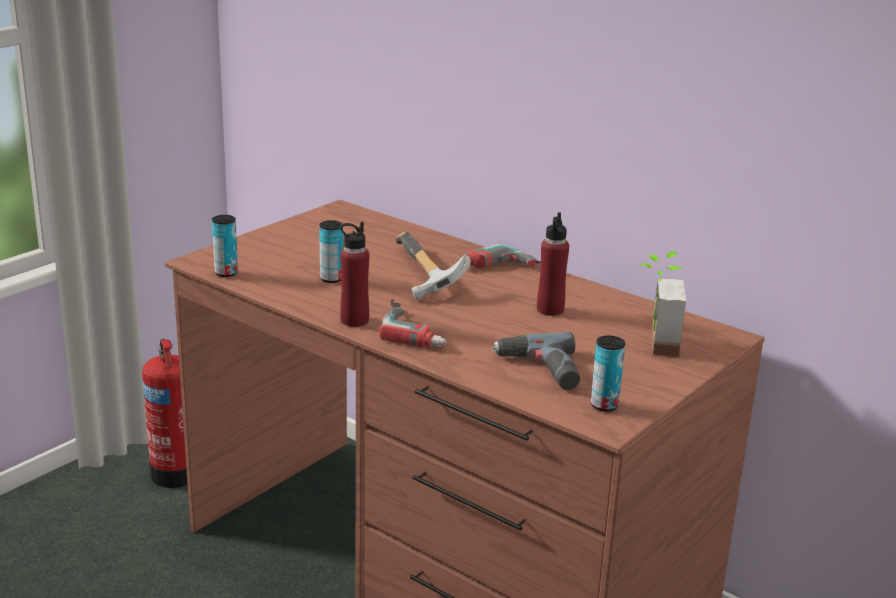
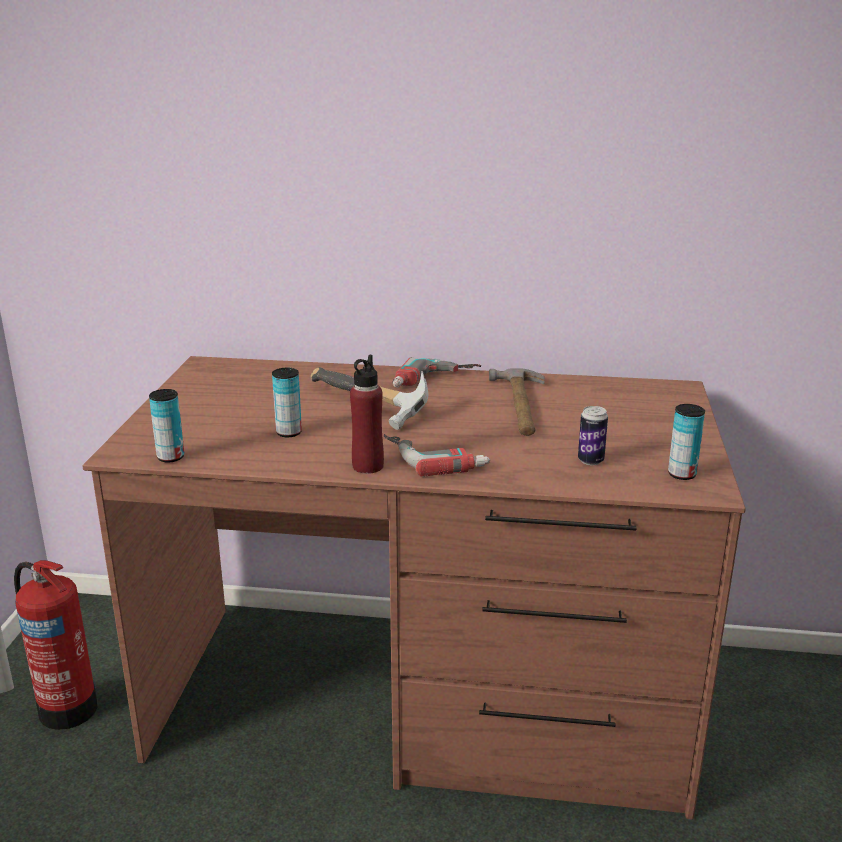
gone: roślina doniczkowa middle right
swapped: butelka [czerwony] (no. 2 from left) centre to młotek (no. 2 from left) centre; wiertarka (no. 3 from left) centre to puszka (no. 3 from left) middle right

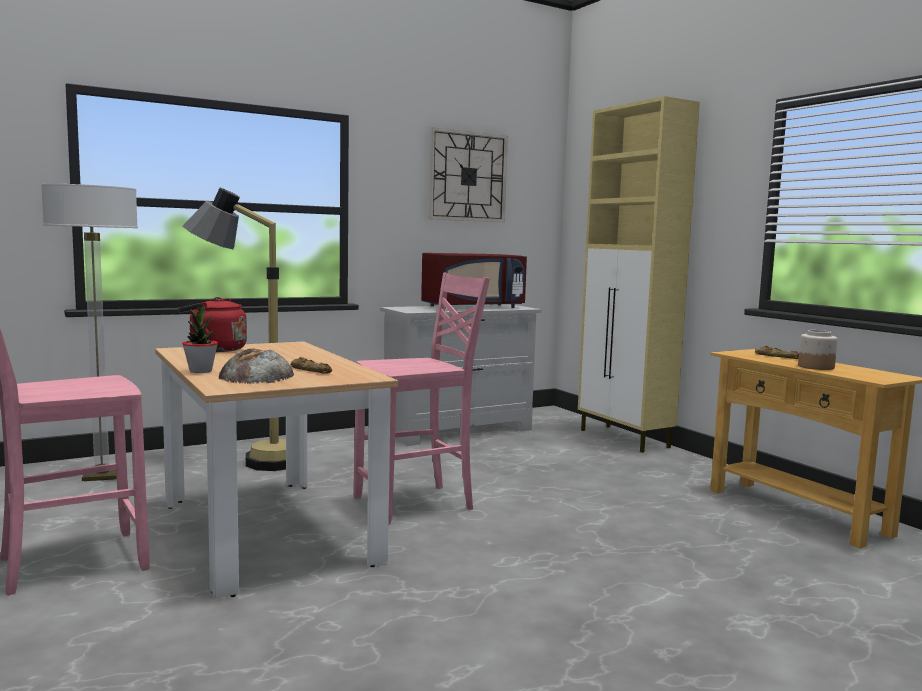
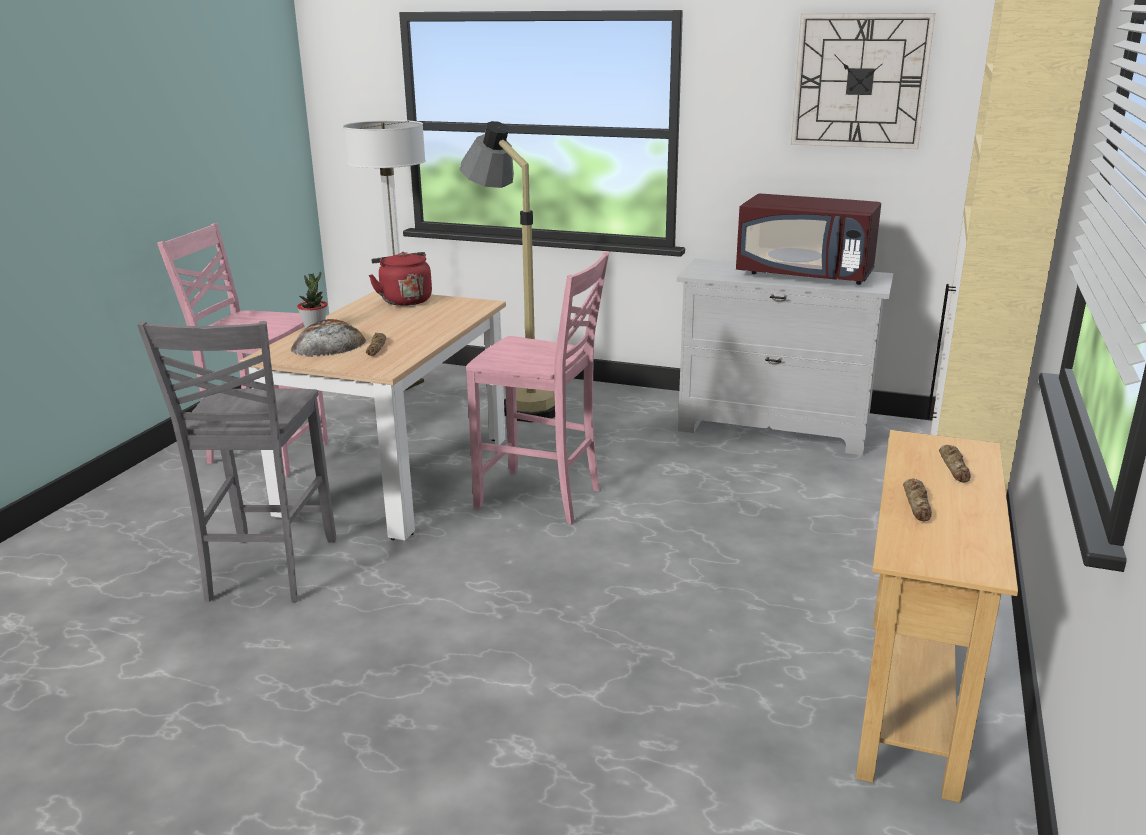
new: krzesło [szary] middle left
swapped: słoik middle right to chleb (no. 3 from left) middle right

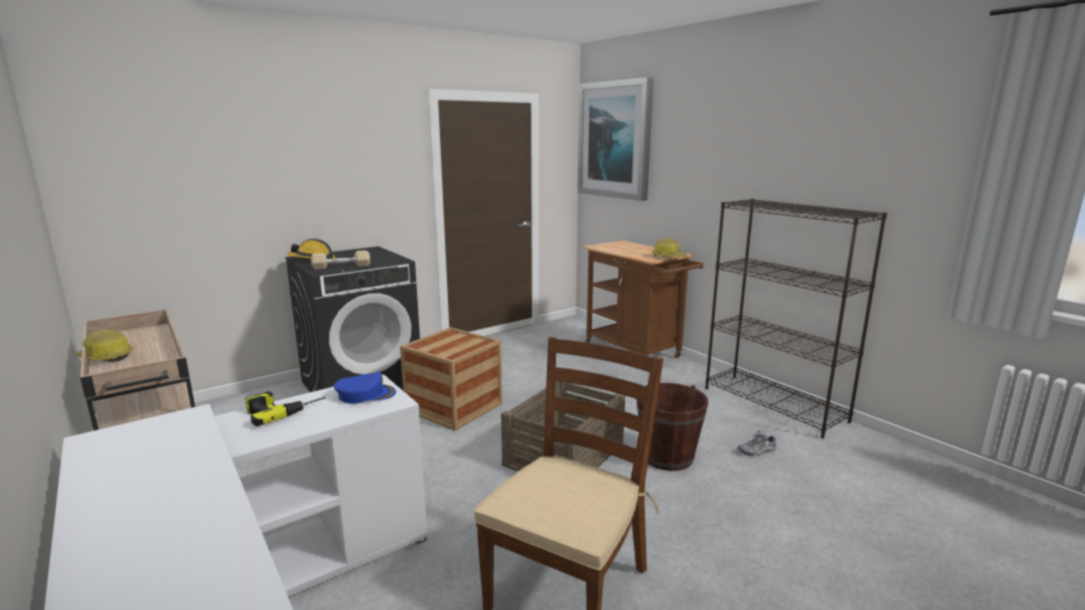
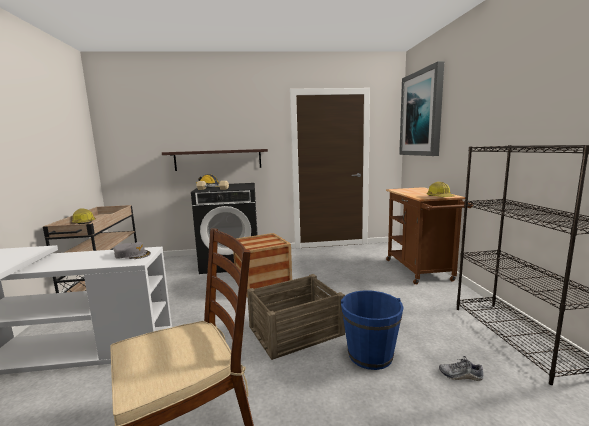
gone: wiertarka bottom left
new: półka centre
repainted: czapka z daszkiem [niebieski] centre to czapka z daszkiem [szary] middle left; wiadro [brązowy] bottom centre to wiadro [niebieski] bottom centre

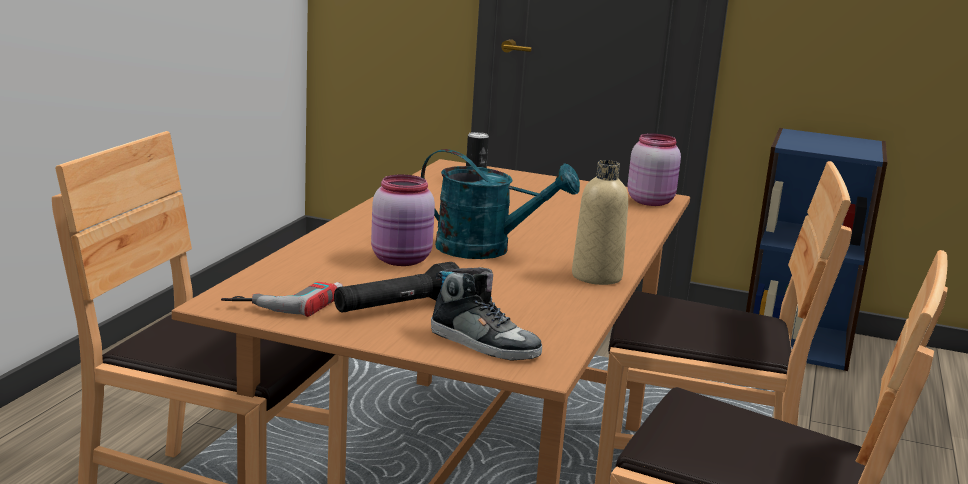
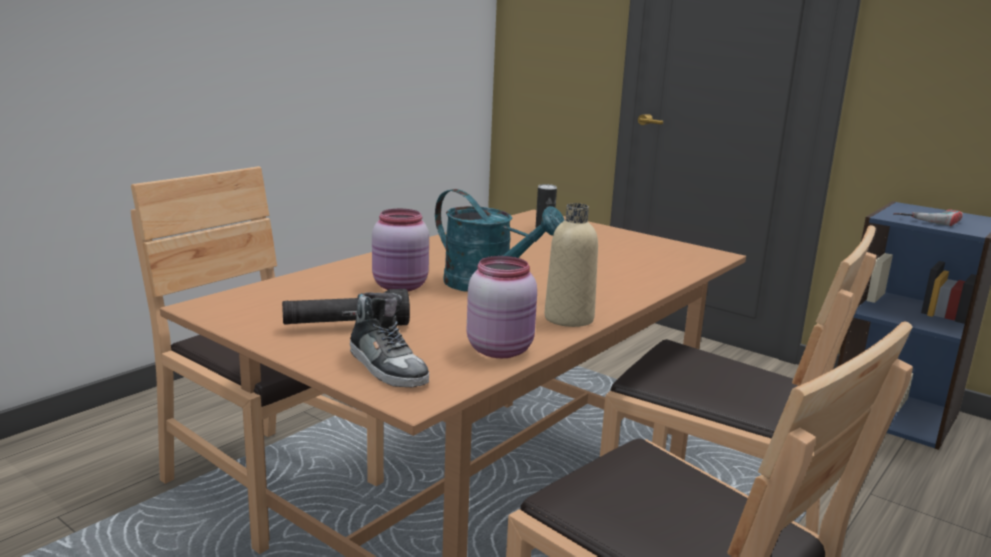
shifted: słoik [różowy] (no. 2 from left) middle right to centre; wiertarka middle left to middle right

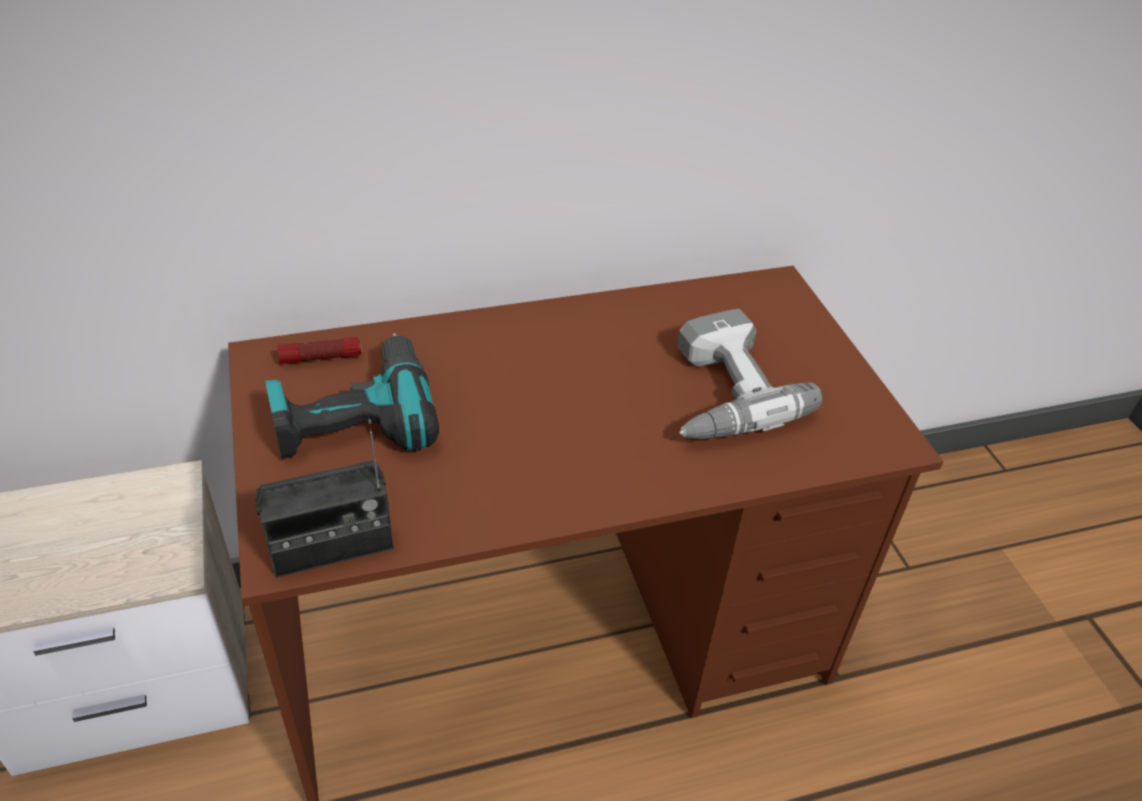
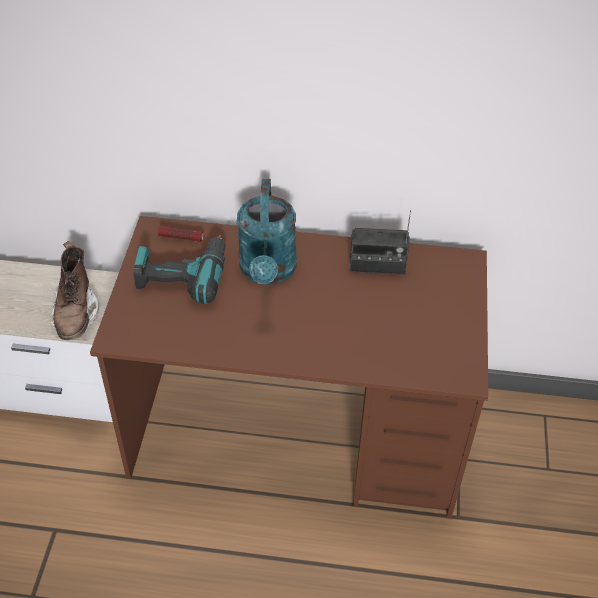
gone: wiertarka (no. 2 from left) centre
new: konewka [turkusowy] centre; but z cholewką [brązowy] middle left
shifted: radio middle left to centre

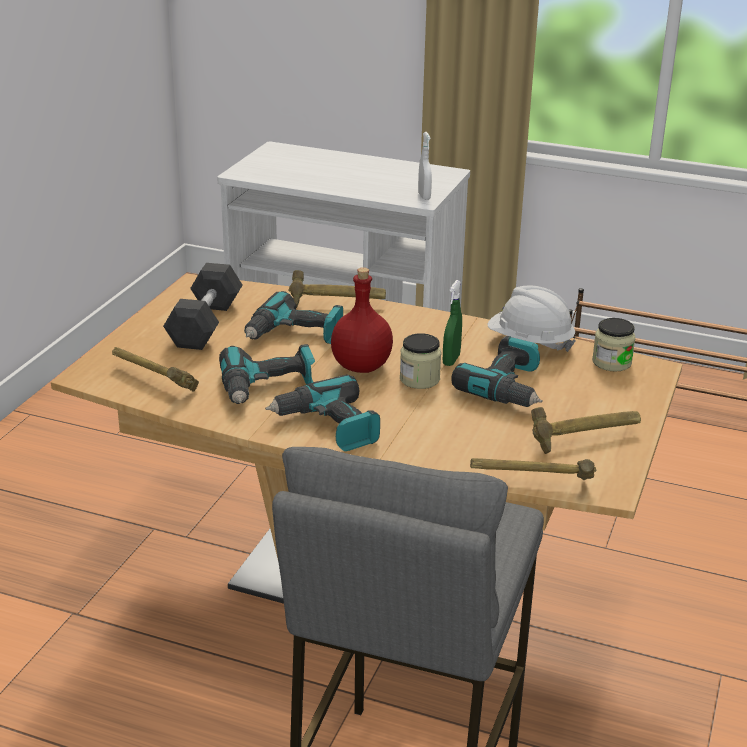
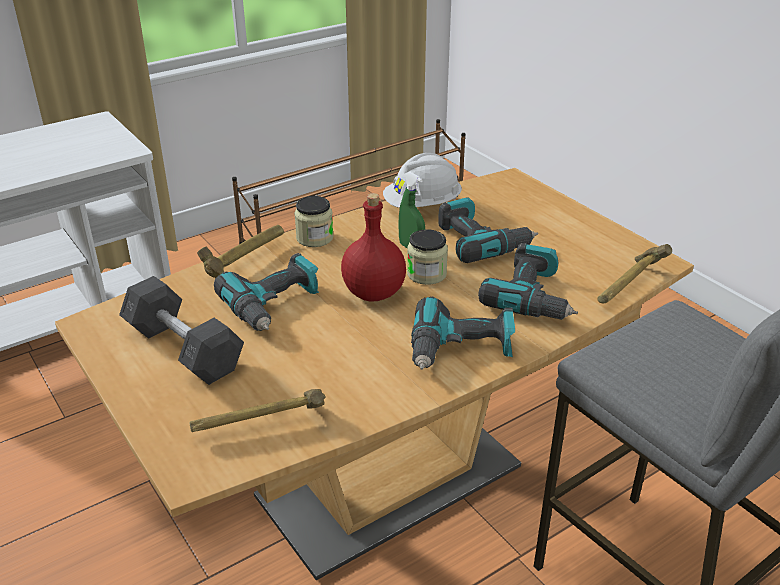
gone: spryskiwacz [biały] top centre; młotek (no. 4 from left) middle right
shifted: słoik (no. 2 from left in the first image) middle right to słoik (no. 1 from left) centre; wiertarka (no. 1 from left in the first image) centre to wiertarka (no. 4 from left) middle right

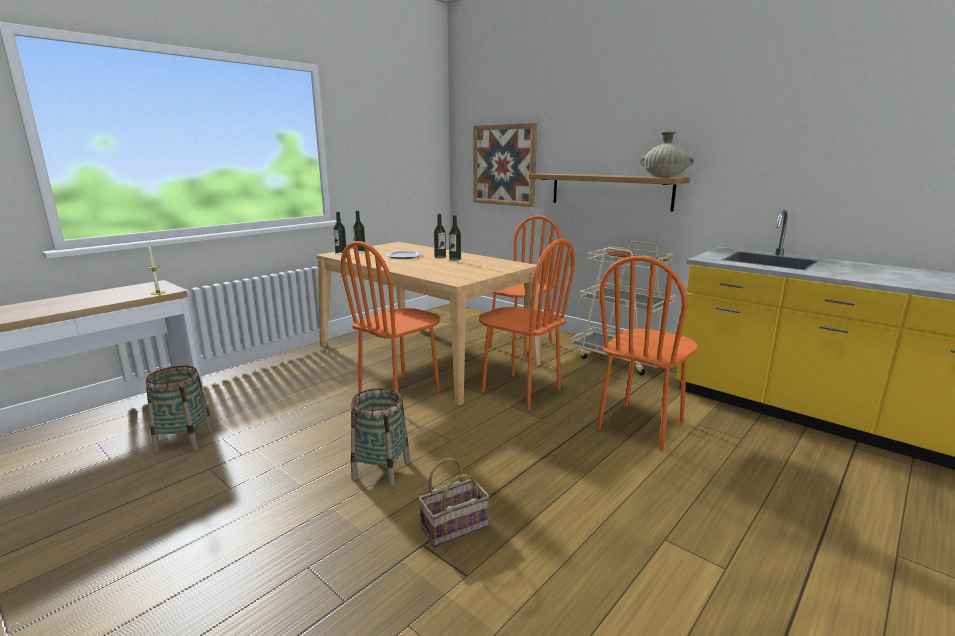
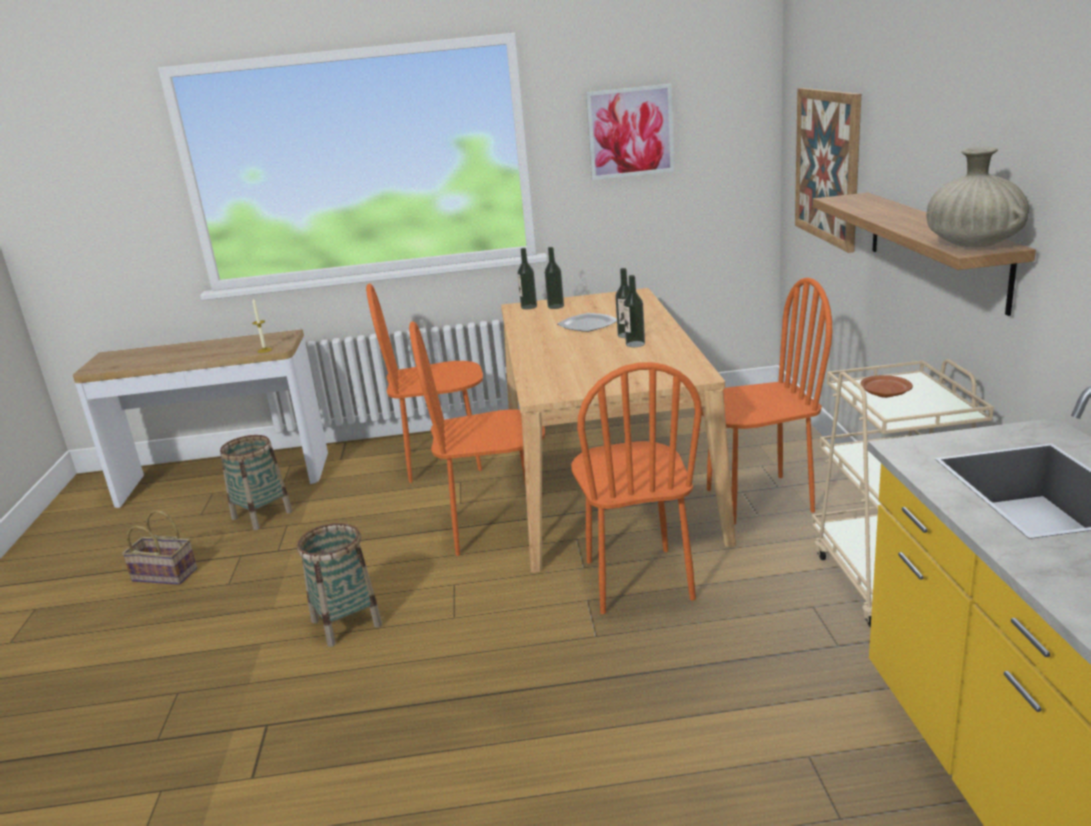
new: obraz (no. 1 from left) top centre
shifted: krzesło [pomarańczowy] (no. 4 from left in the first image) middle right to krzesło [pomarańczowy] (no. 1 from left) centre; koszyk (no. 3 from left in the first image) bottom centre to koszyk (no. 1 from left) middle left

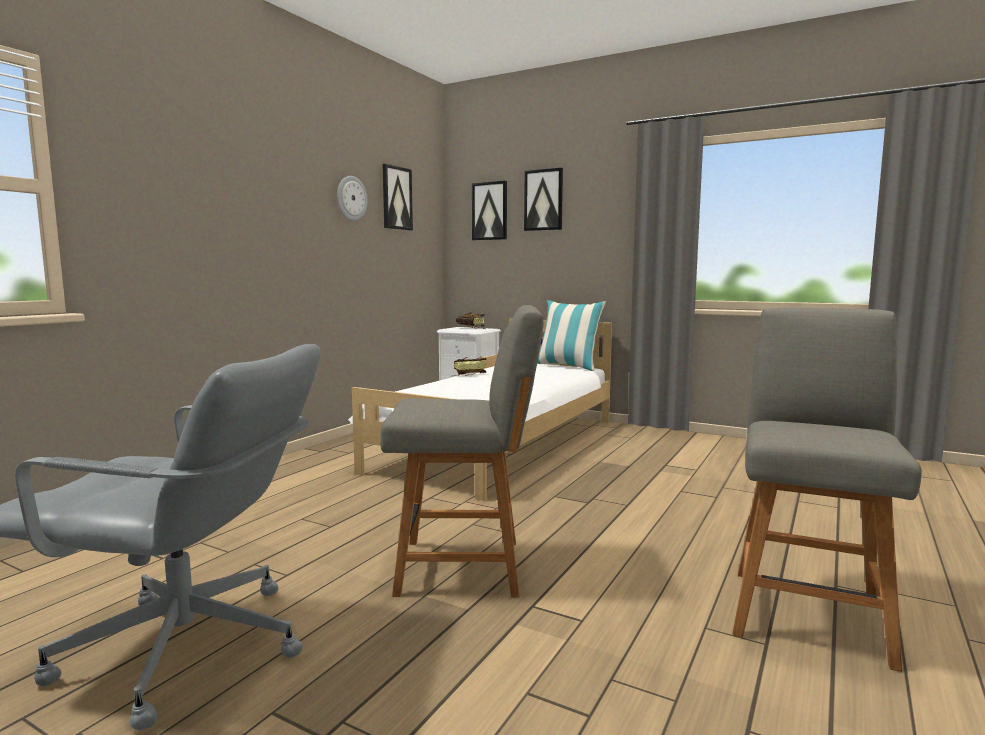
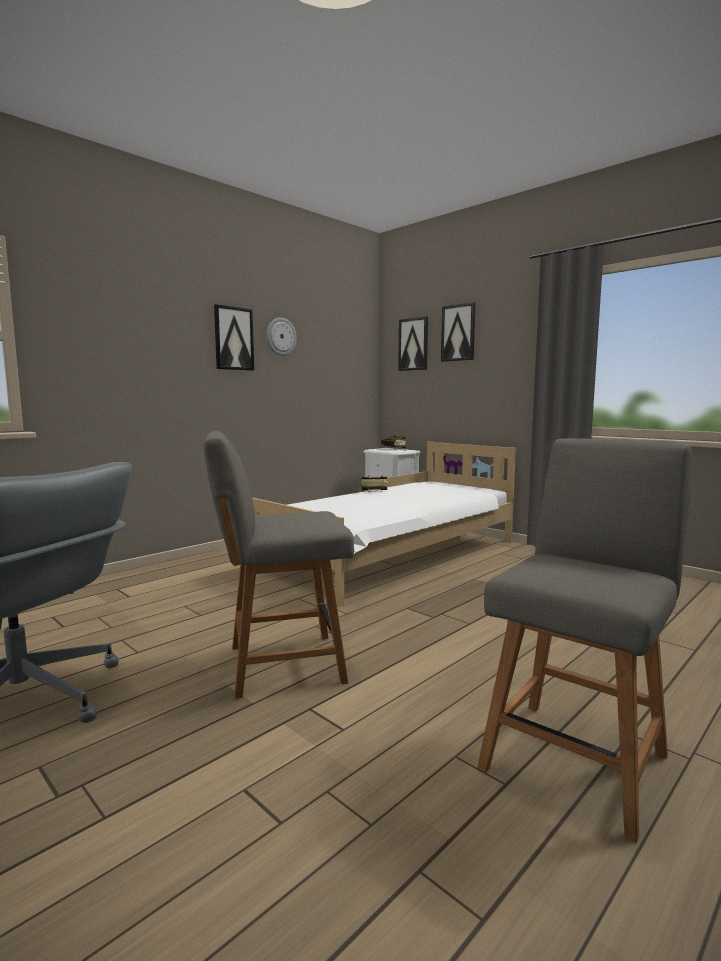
gone: poduszka centre
shifted: obraz (no. 1 from left) top centre to middle left
rotated: krzesło [szary] (no. 1 from left) centre = centre 150 degrees clockwise

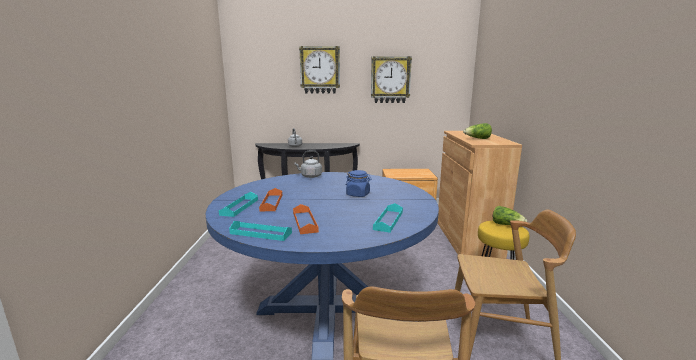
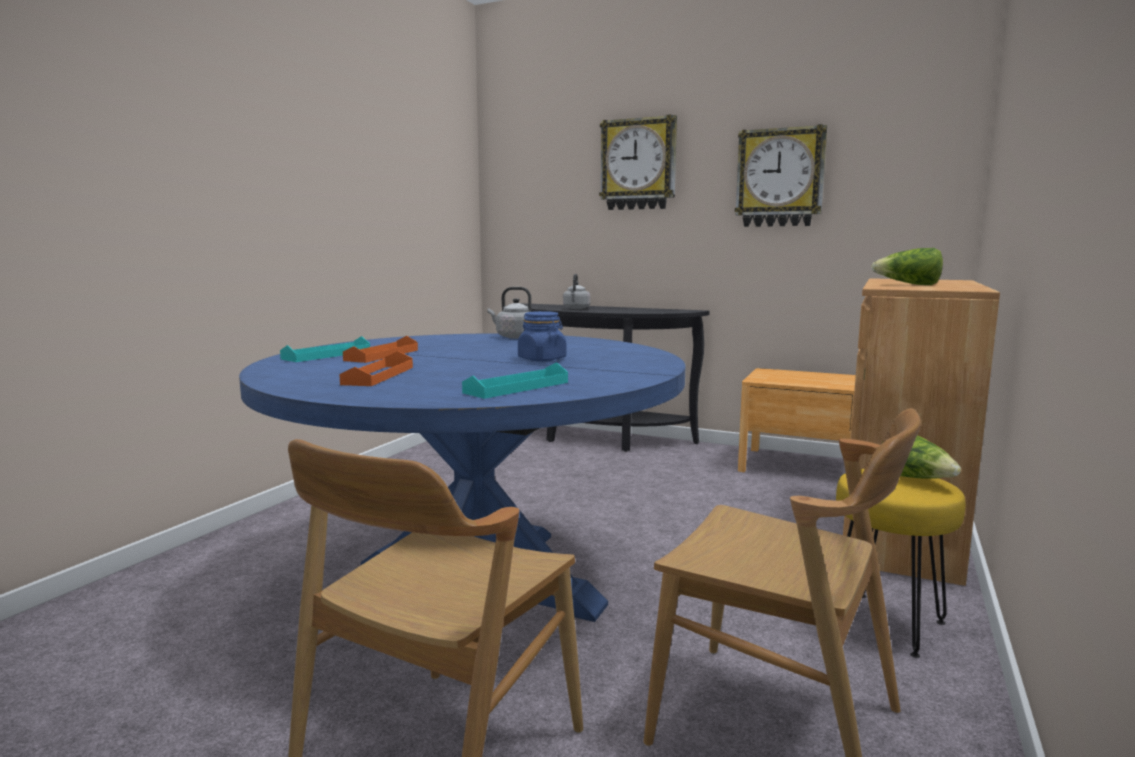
gone: taca [turkusowy] (no. 2 from left) centre

